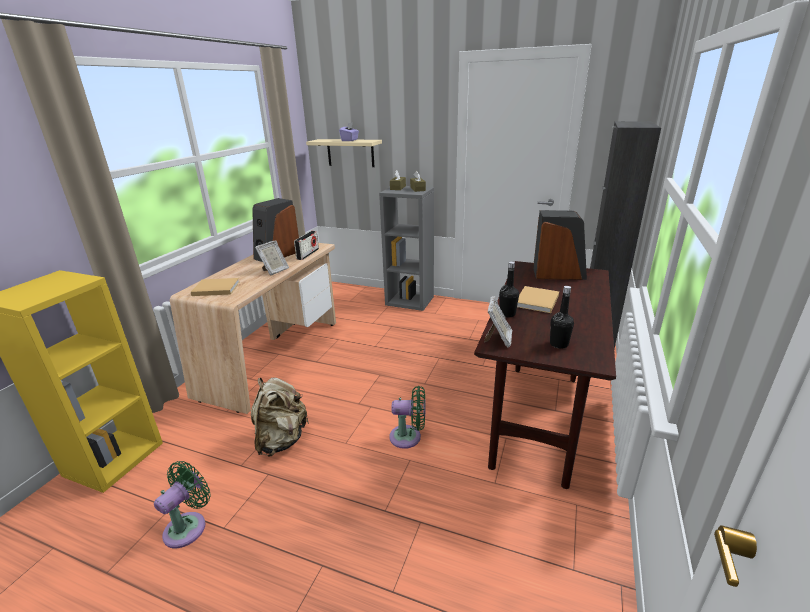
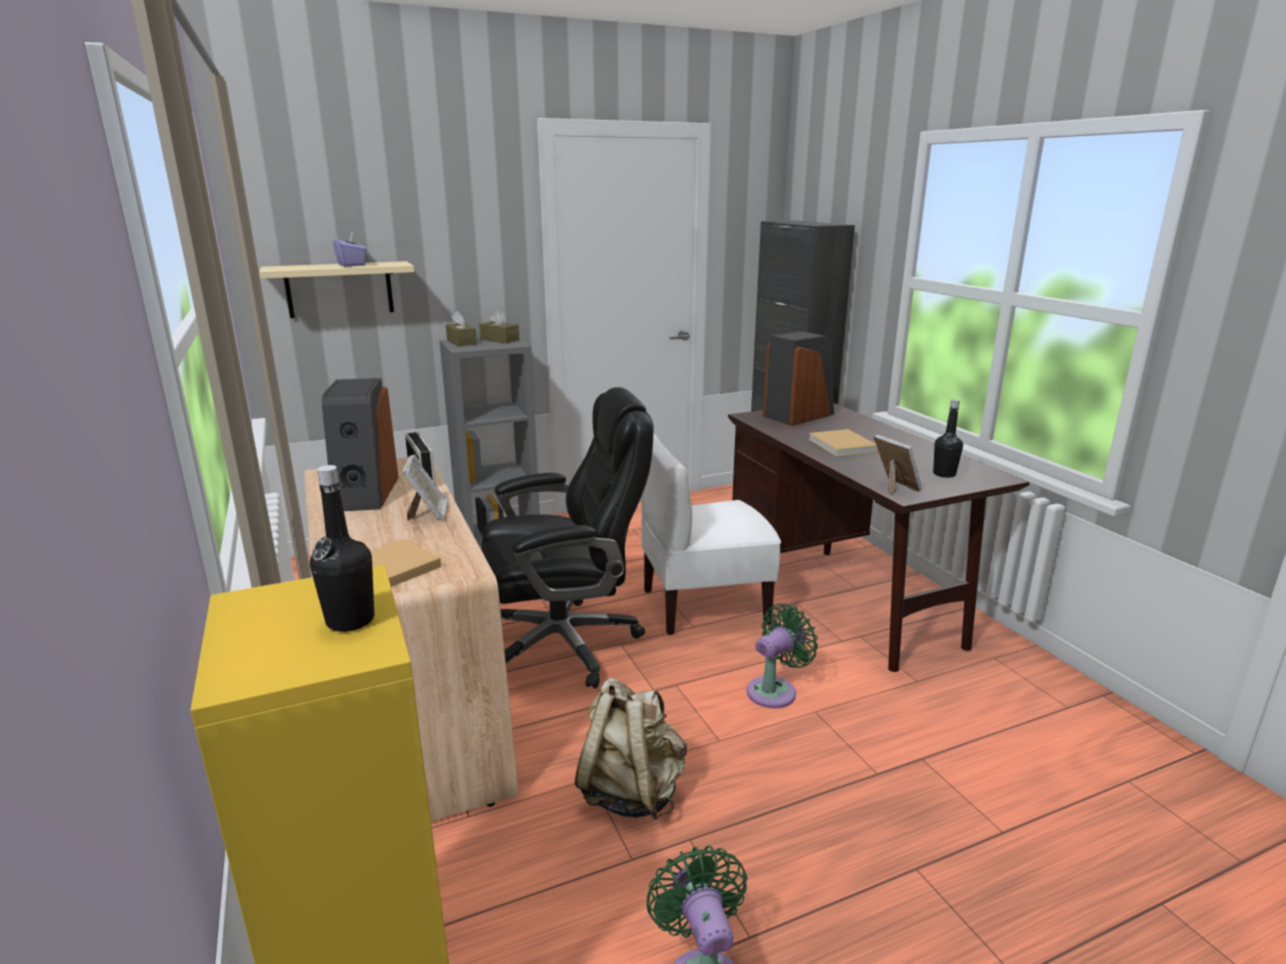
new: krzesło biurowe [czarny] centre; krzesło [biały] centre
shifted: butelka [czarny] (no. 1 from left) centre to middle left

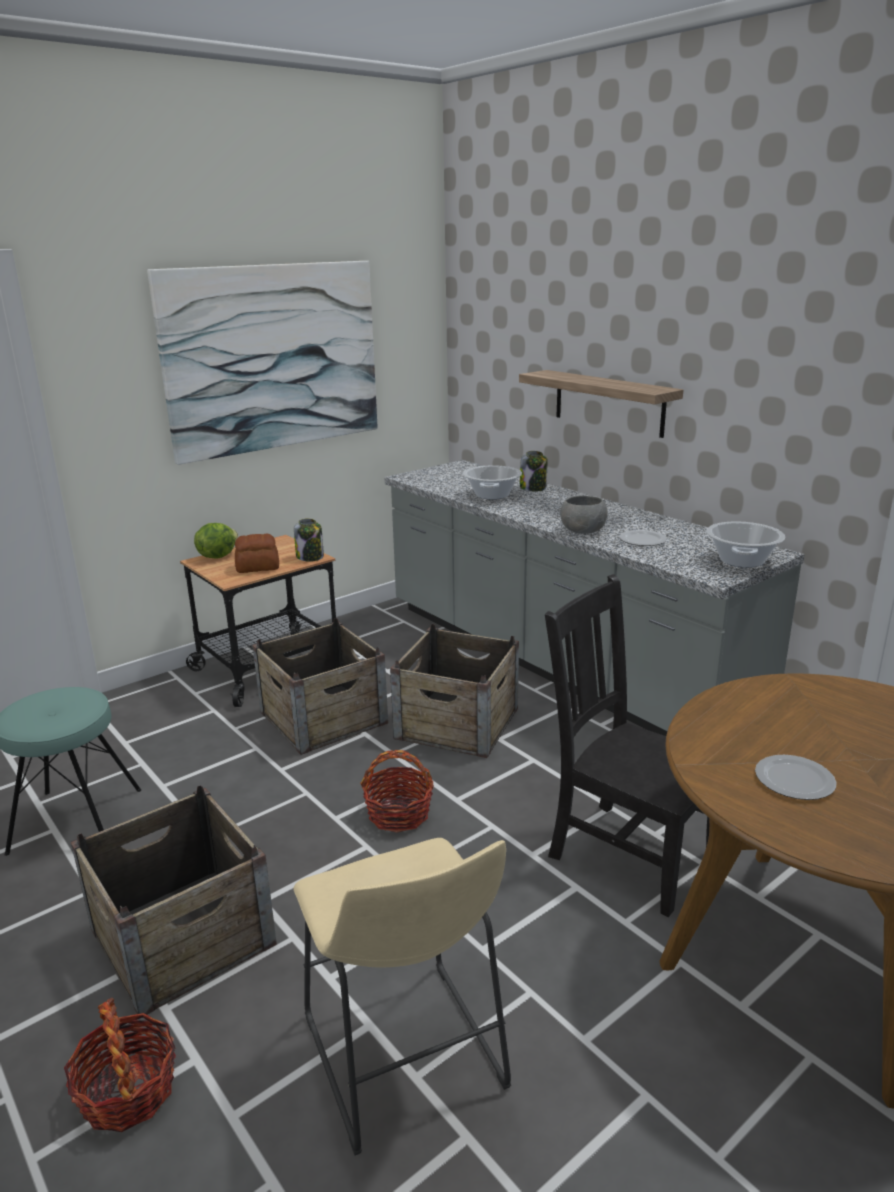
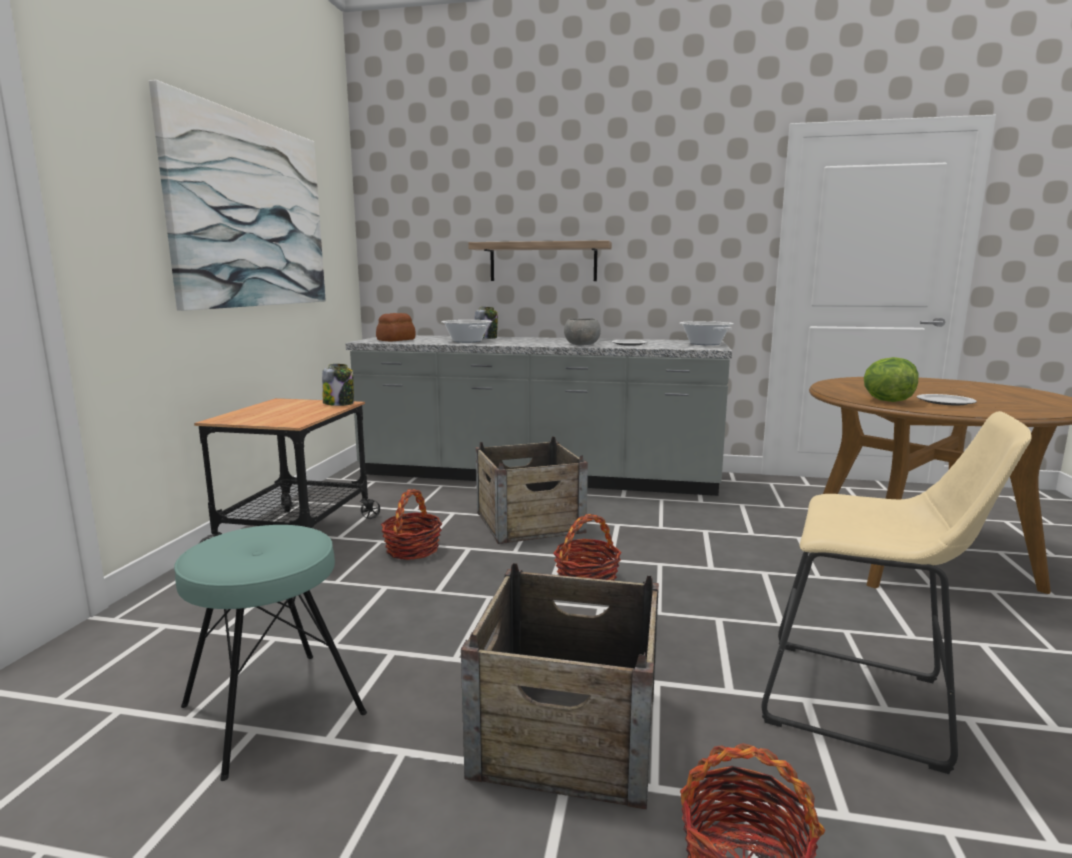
gone: krzesło [czarny] middle right
shifted: sałata middle left to middle right; chleb middle left to centre
swapped: skrzynka (no. 2 from left) centre to koszyk (no. 1 from left) centre

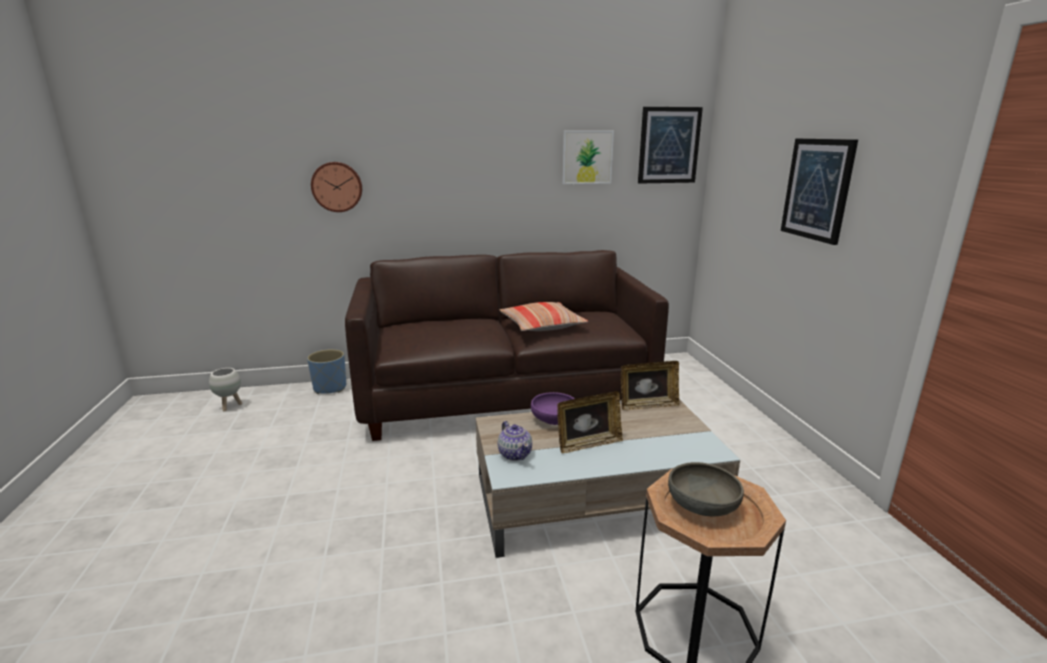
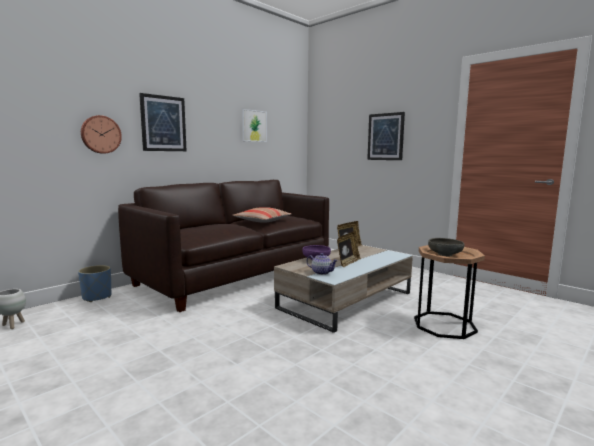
shifted: obraz (no. 2 from left in the first image) top centre to obraz (no. 1 from left) top left

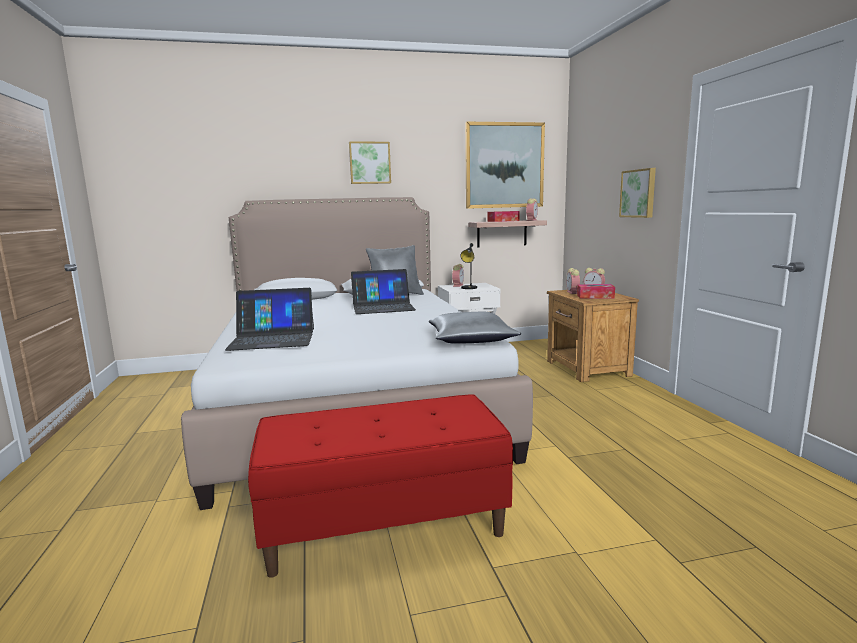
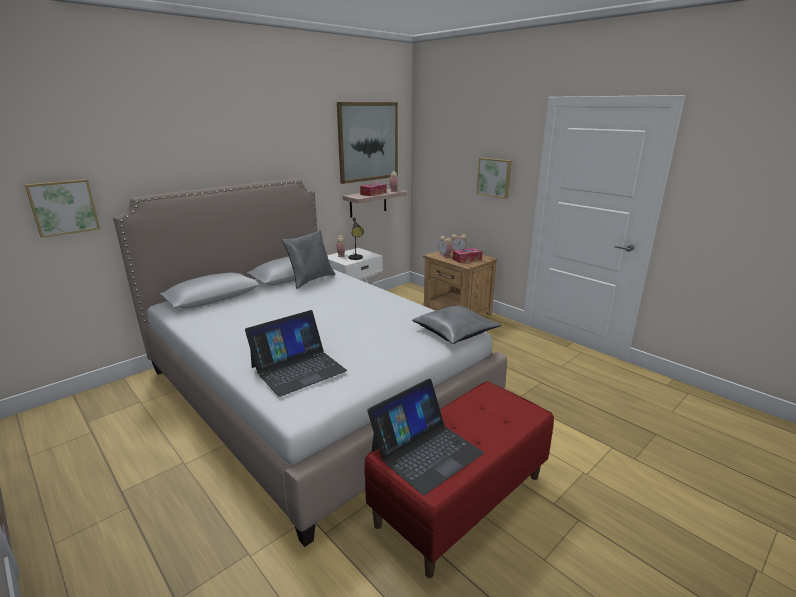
shifted: obraz (no. 1 from left) top centre to middle left; laptop (no. 2 from left) centre to bottom centre

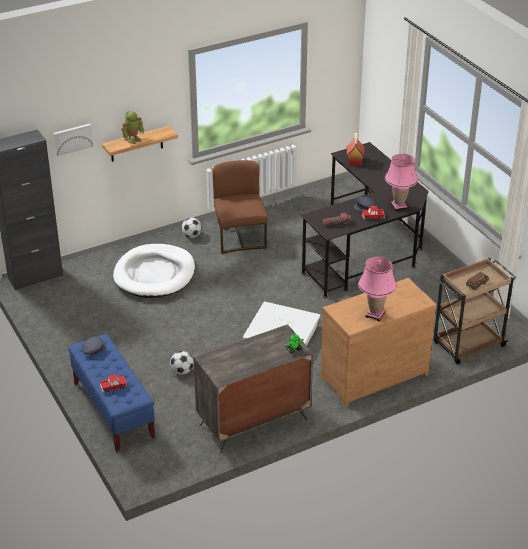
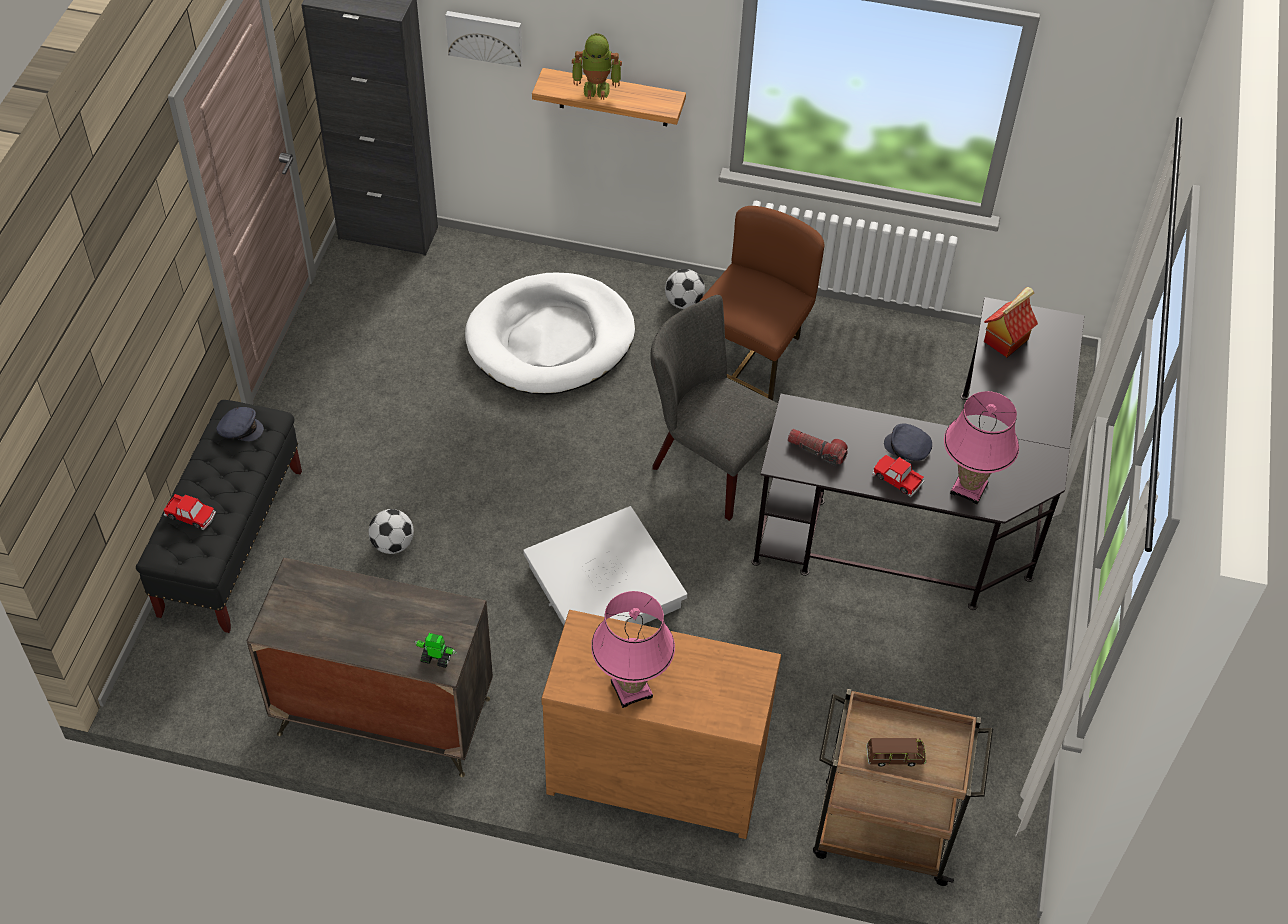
new: krzesło [szary] centre
repainted: ławka [niebieski] bottom left to ławka [czarny] middle left

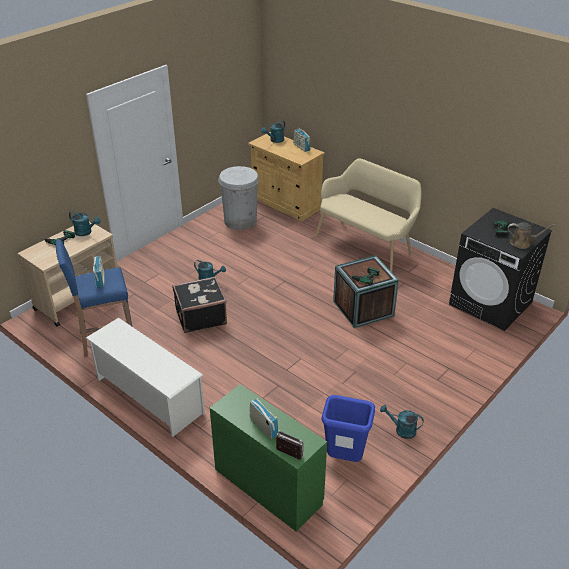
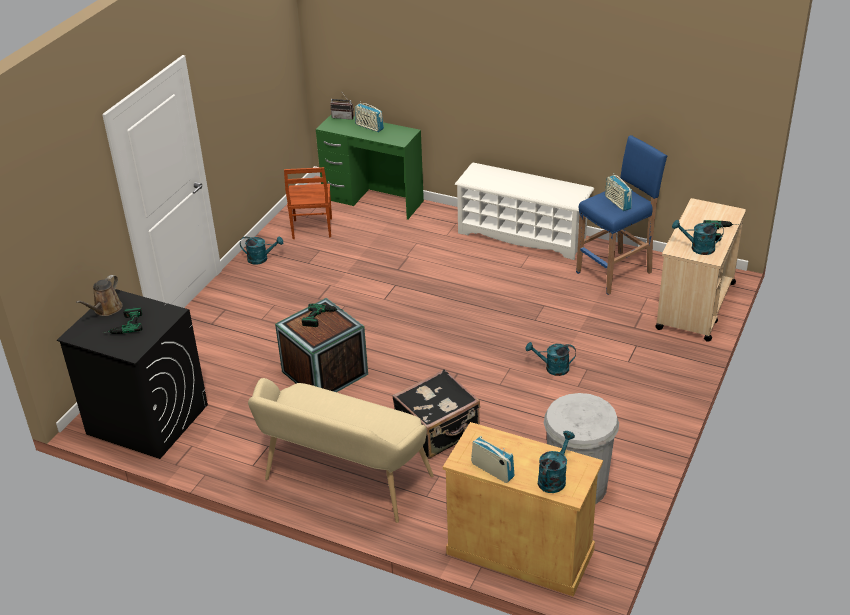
shifted: walizka [czarny] centre to bottom centre
swapped: kosz na śmieci [niebieski] bottom centre to krzesło [brązowy] top centre
rotated: konewka [brązowy] middle right = middle left 60 degrees counterclockwise

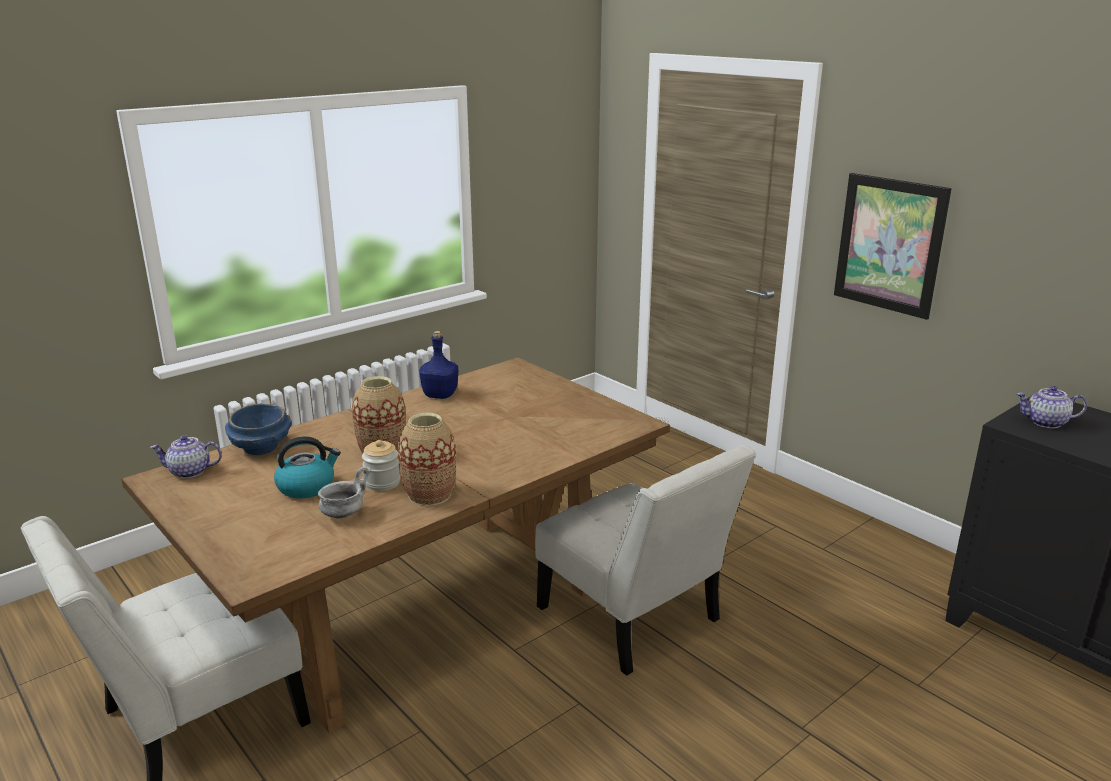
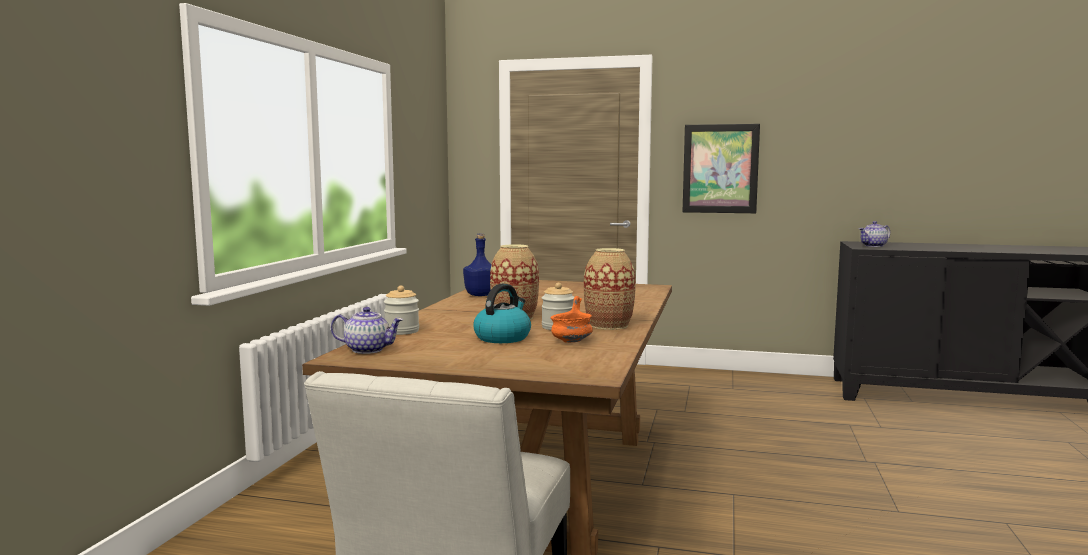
gone: krzesło [biały] (no. 2 from left) bottom centre
swapped: miska [niebieski] middle left to słoik (no. 1 from left) centre
repainted: miska [szary] middle left to miska [pomarańczowy] centre
rotated: imbryk (no. 1 from left) middle left = centre 135 degrees counterclockwise

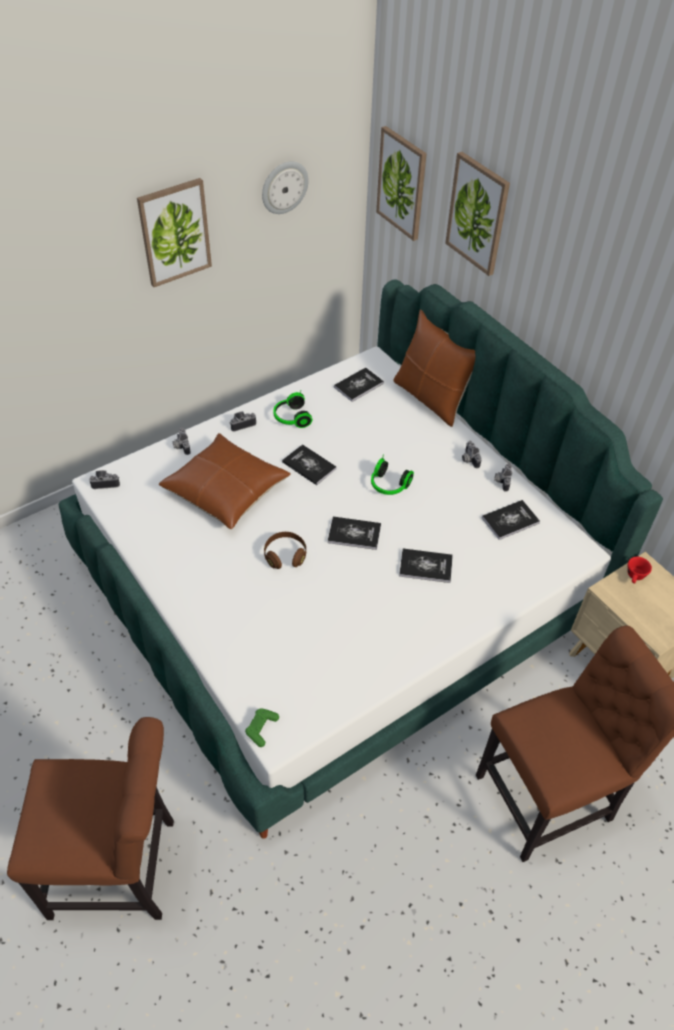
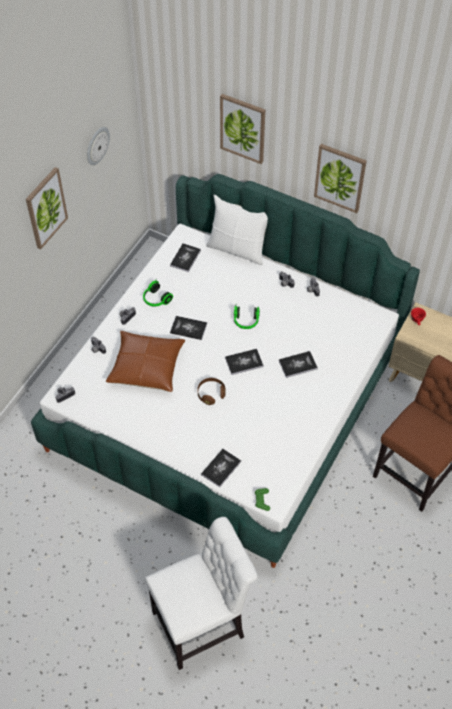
shifted: obraz (no. 2 from left in the first image) top centre to obraz (no. 3 from left) top right; książka (no. 5 from left in the first image) middle right to książka (no. 3 from left) centre
repainted: poduszka [brązowy] (no. 2 from left) centre to poduszka [biały] top centre; krzesło [brązowy] (no. 1 from left) bottom left to krzesło [biały] bottom centre

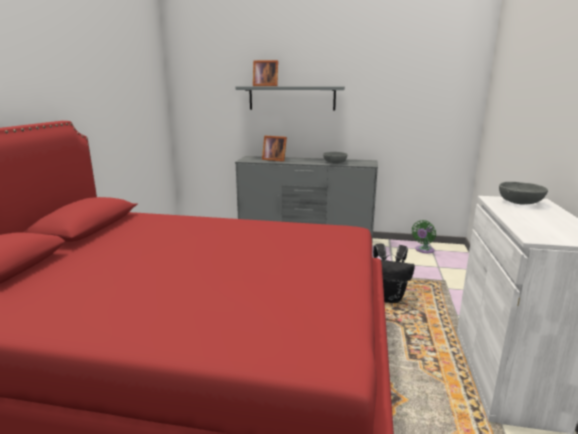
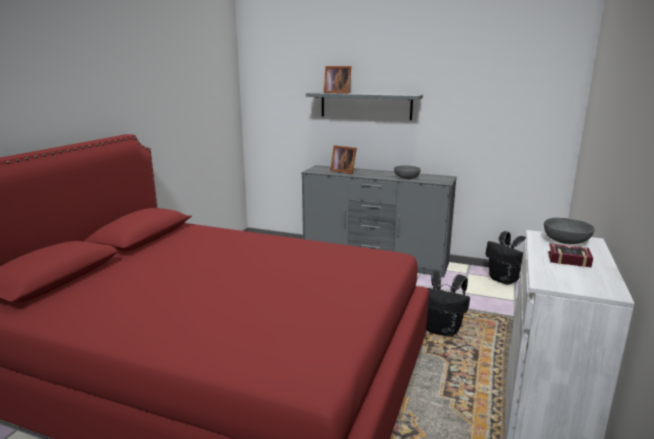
new: książka middle right
swapped: wentylator [zielony] middle right to plecak [czarny] (no. 2 from left) middle right

